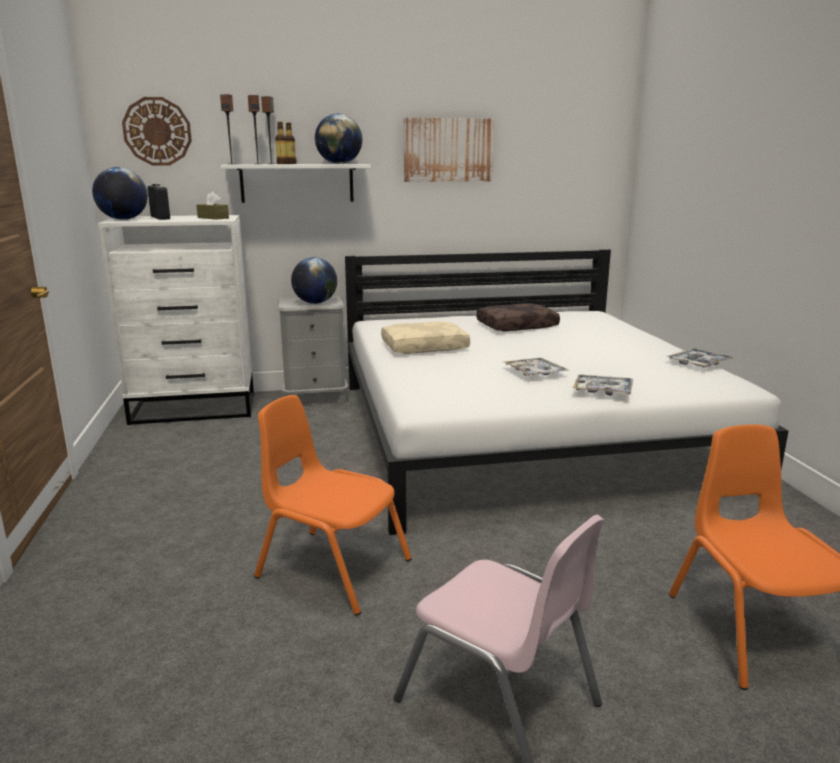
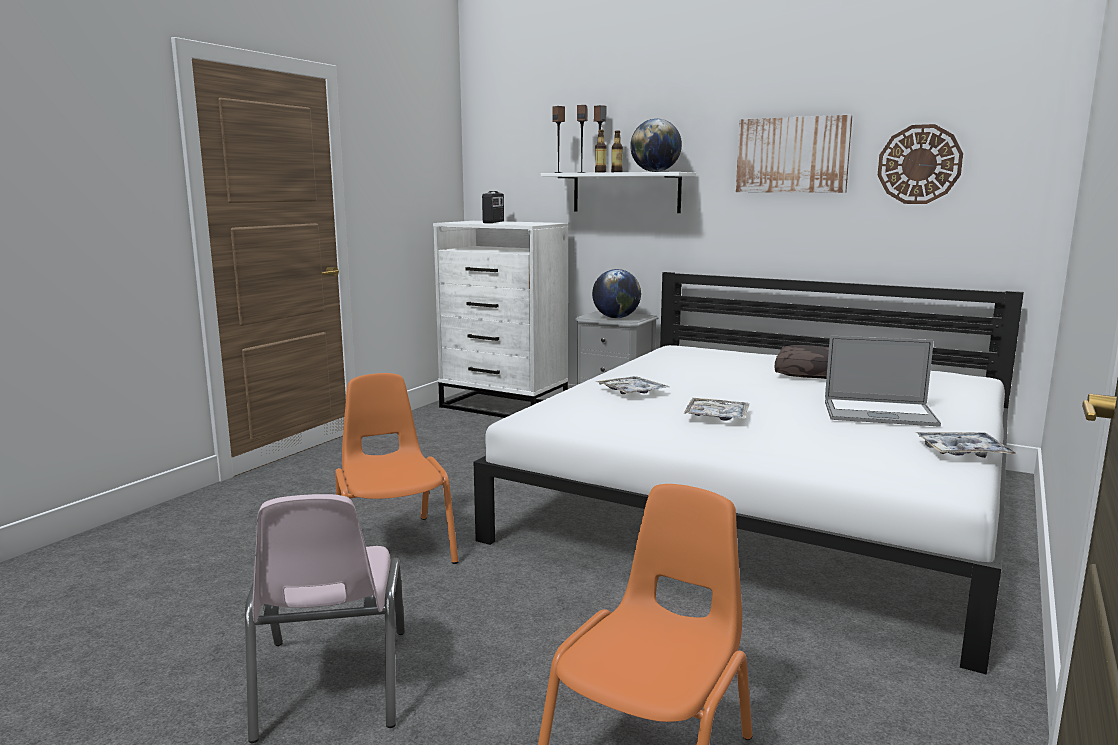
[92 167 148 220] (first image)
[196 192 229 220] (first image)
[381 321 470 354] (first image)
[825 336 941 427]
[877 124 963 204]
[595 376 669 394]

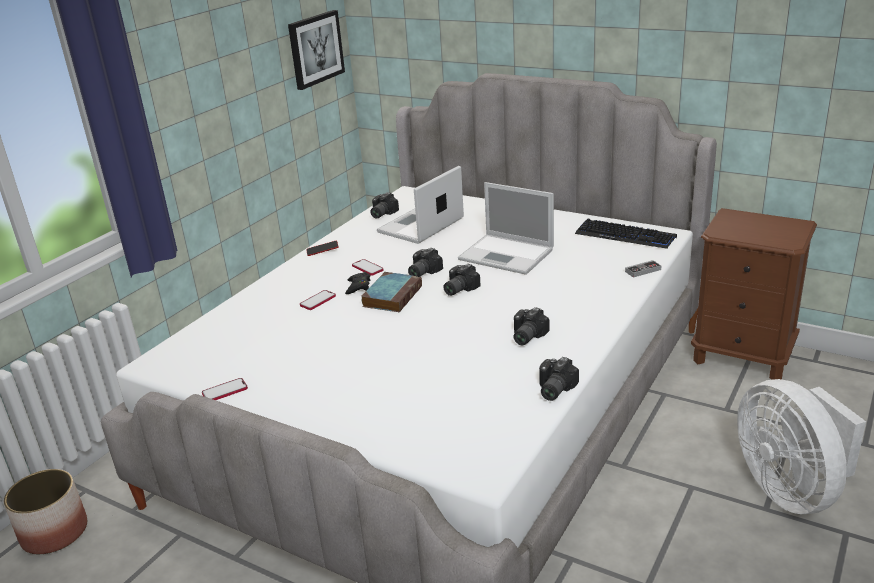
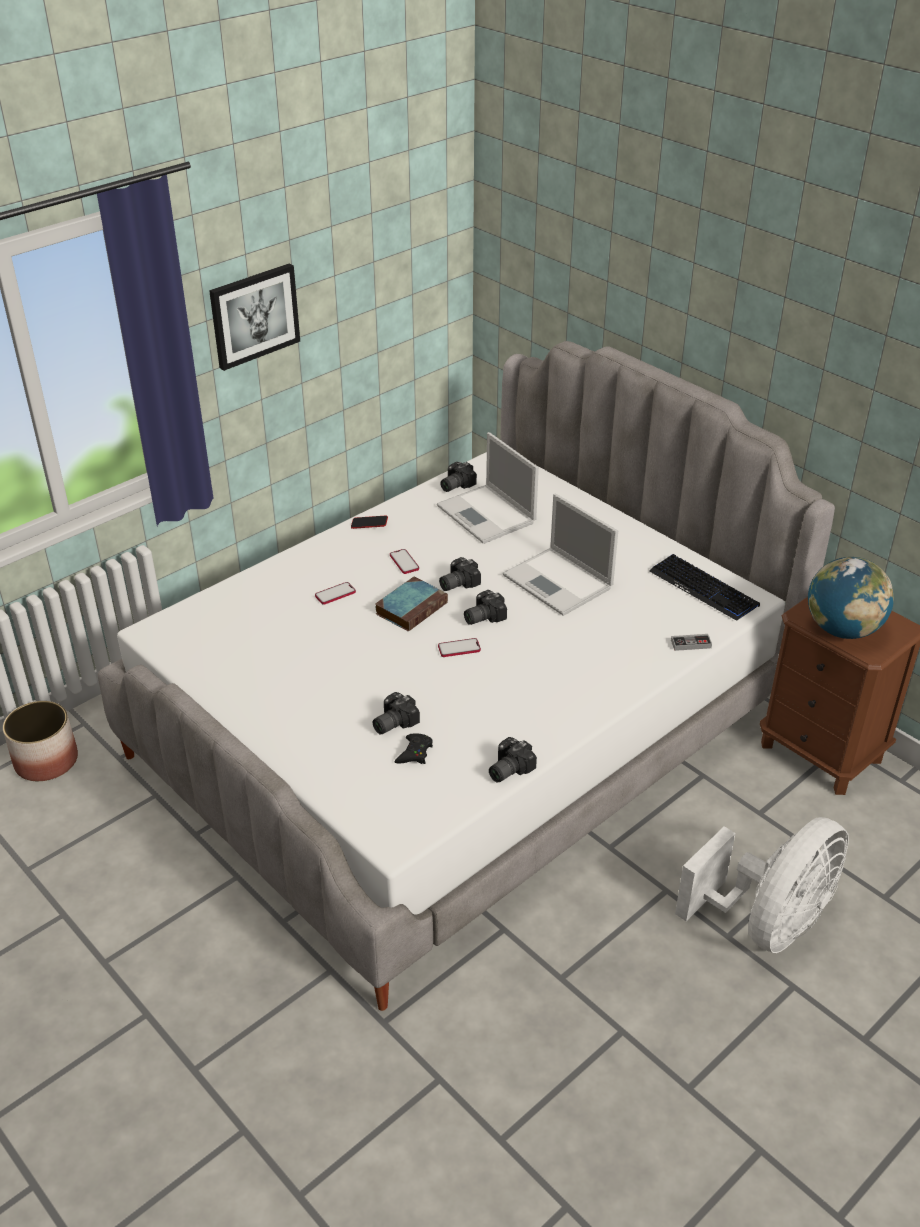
[808 557 894 639]
[438 638 481 657]
[209 263 300 371]
[395 733 433 764]
[372 692 420 735]
[437 432 539 544]
[675 817 849 953]

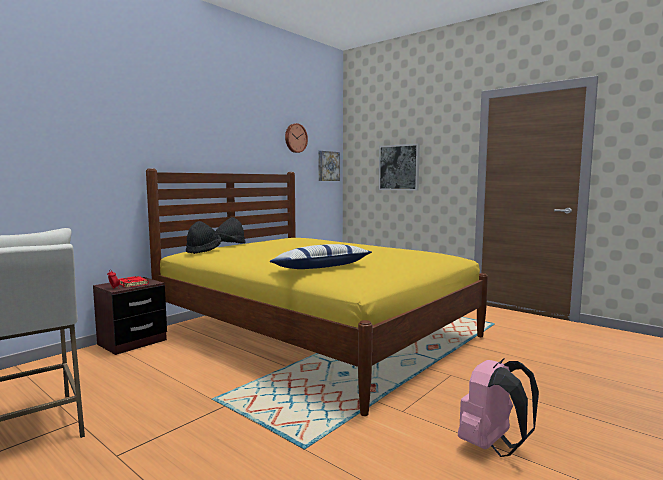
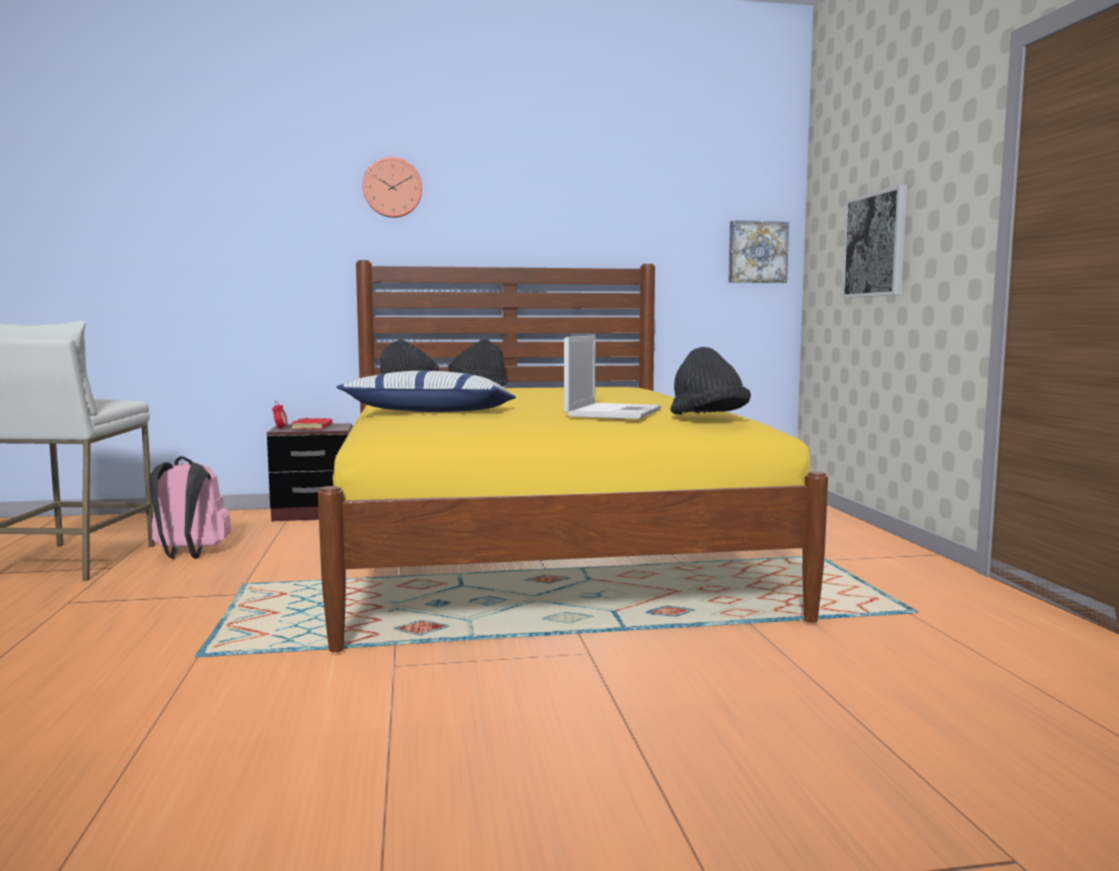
[564 336 661 419]
[671 347 751 415]
[363 157 422 218]
[149 456 231 559]

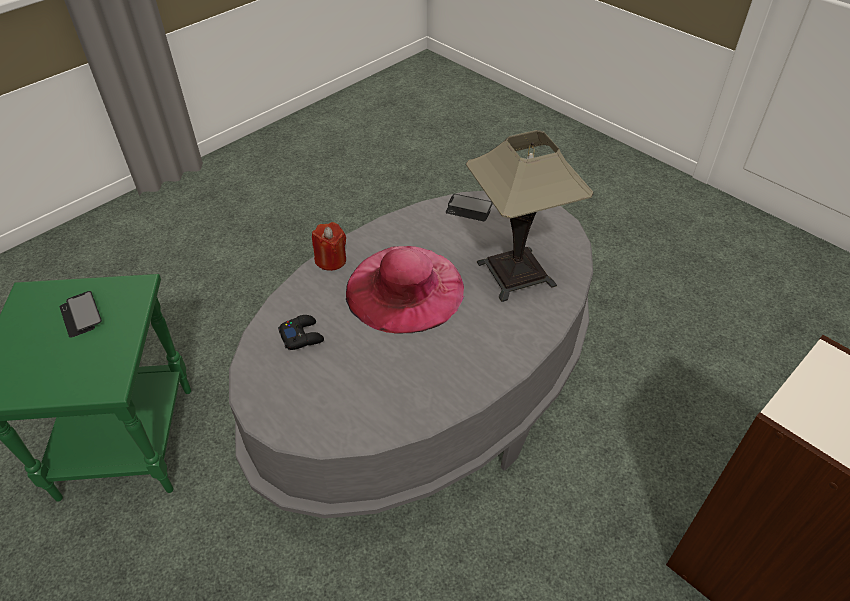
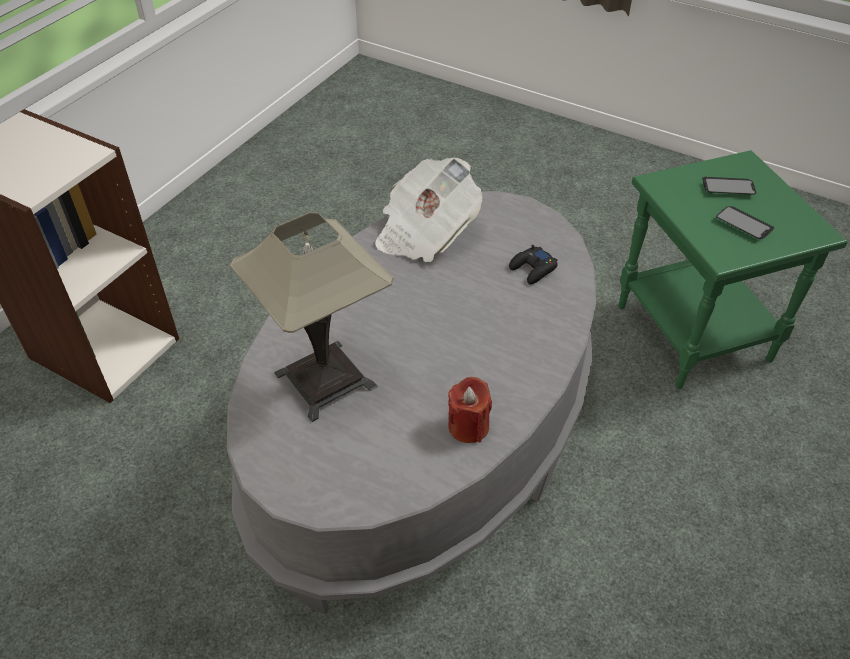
[346 246 464 334] (first image)
[375 158 482 262]
[448 377 492 443]
[702 177 756 195]

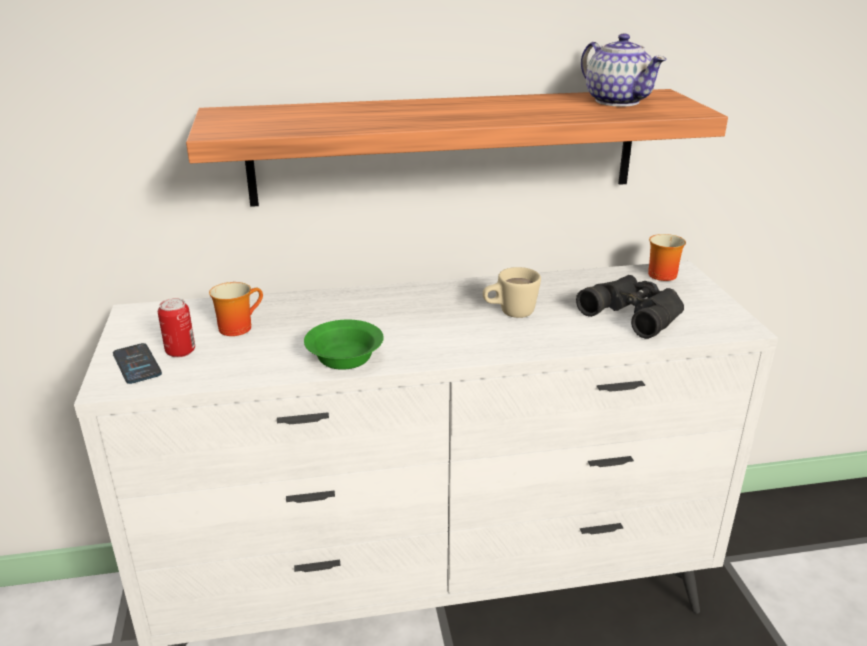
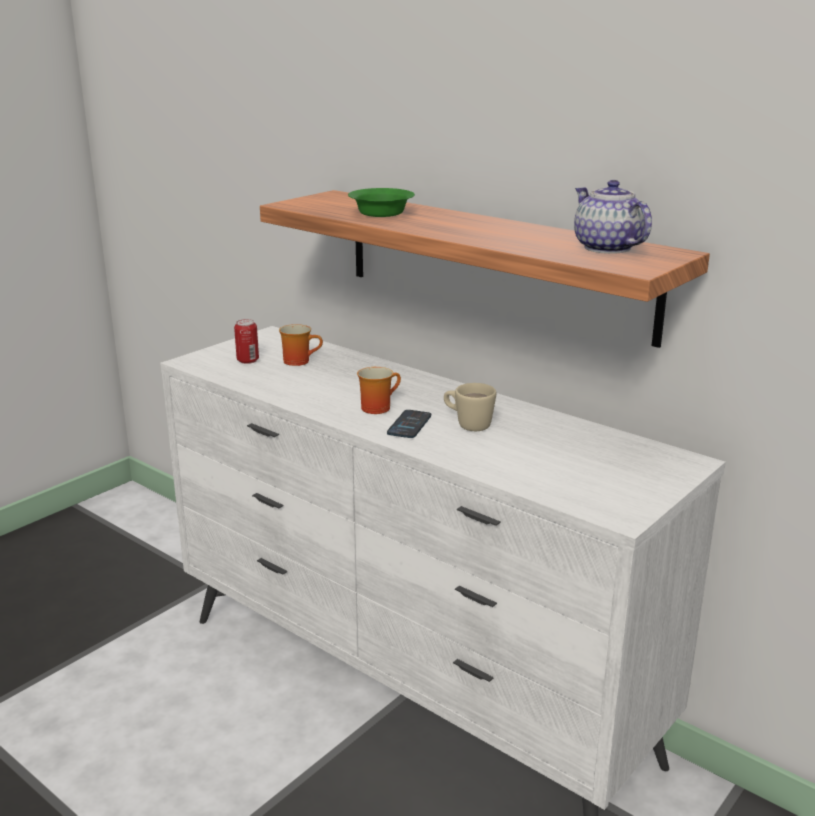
[576 275 684 339] (first image)
[387 410 431 438]
[348 188 415 217]
[357 367 401 414]
[574 180 652 254]

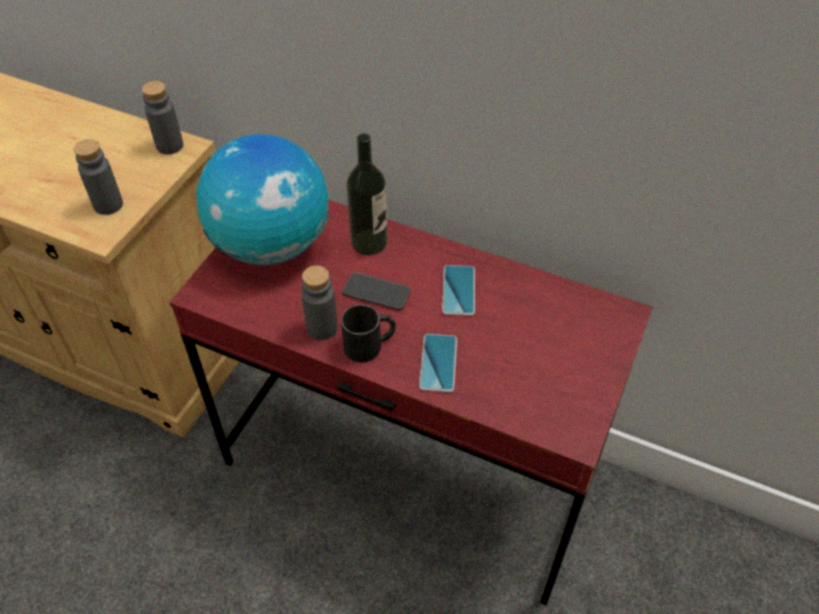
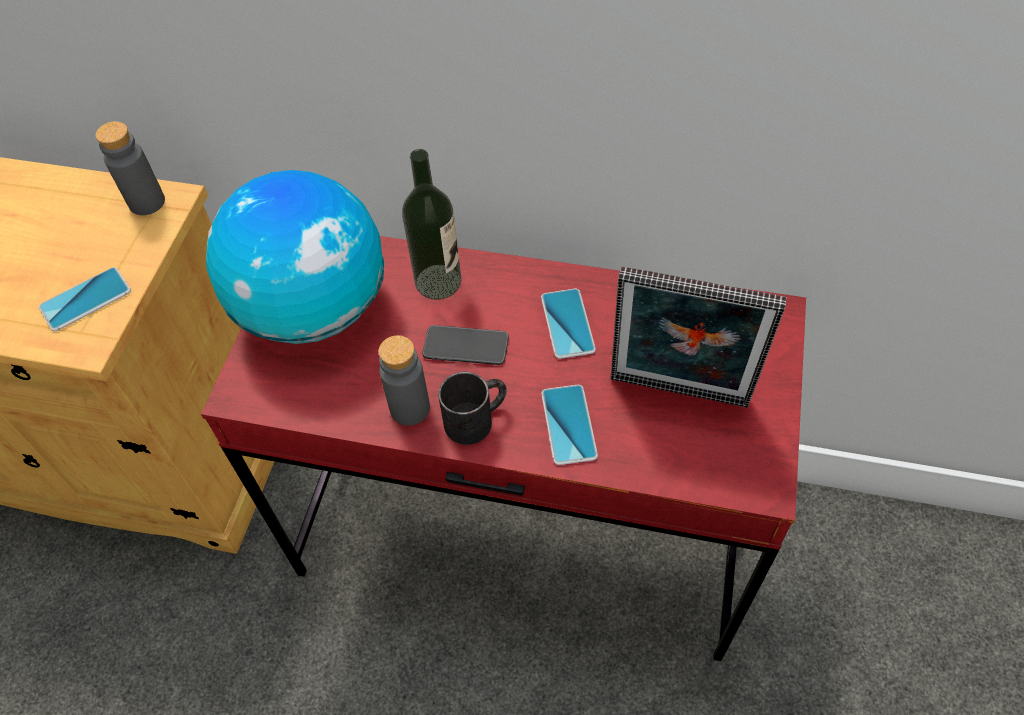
[611 267 787 407]
[39 267 131 331]

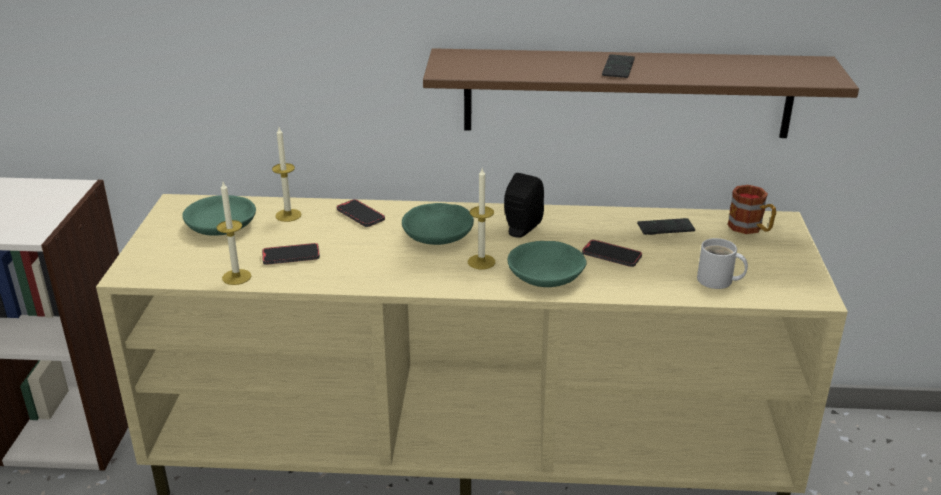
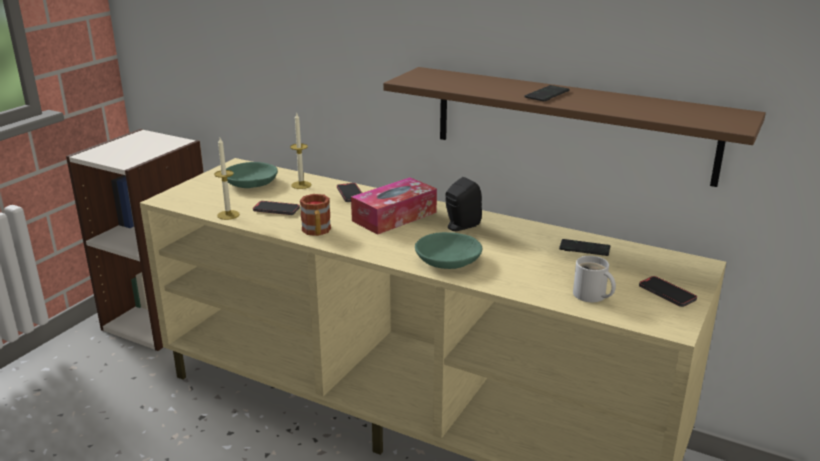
[468 168 495 269] (first image)
[639 276 697 307]
[300 194 331 236]
[351 177 437 234]

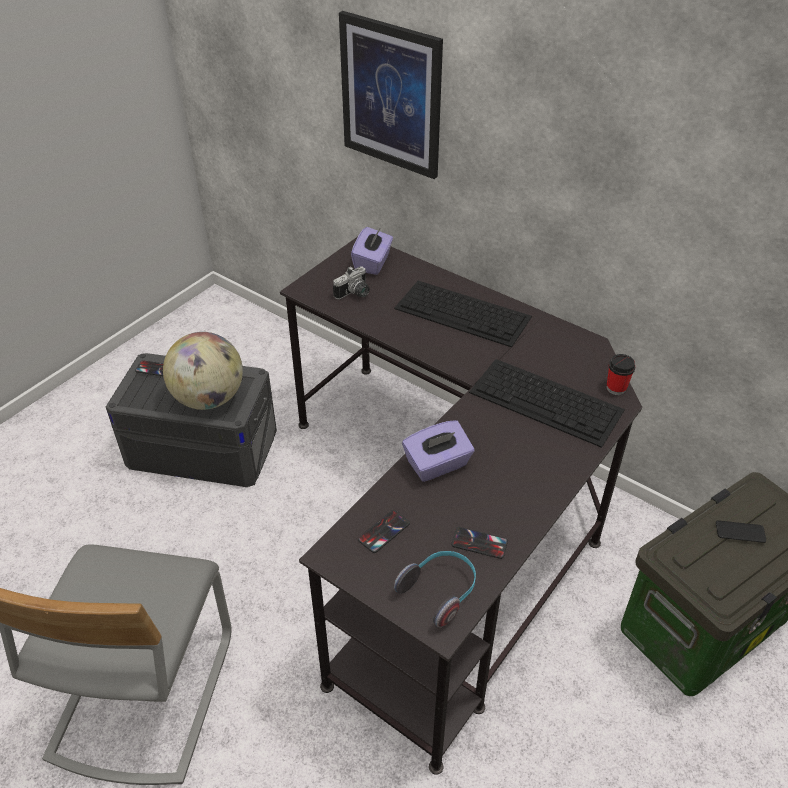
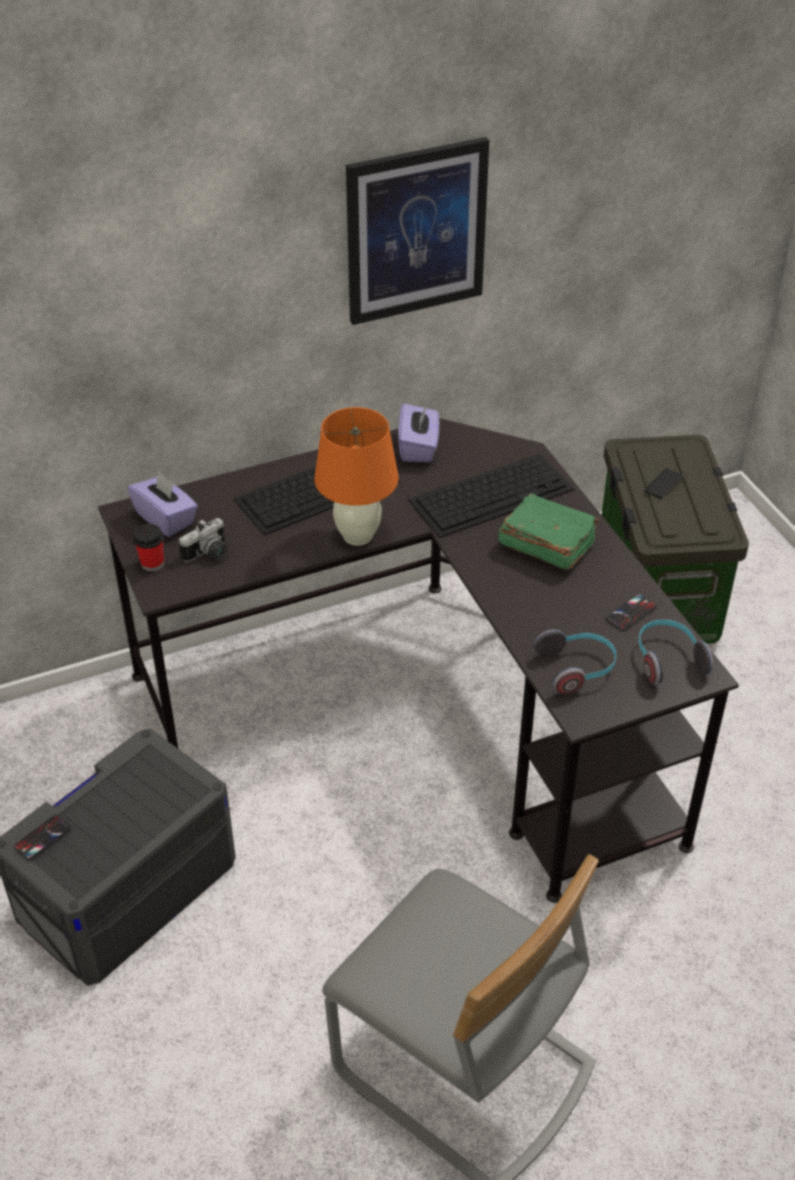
[163 332 243 410] (first image)
[314 407 399 546]
[499 493 599 570]
[346 137 489 325]
[398 403 439 462]
[133 524 164 571]
[534 630 616 694]
[179 518 228 562]

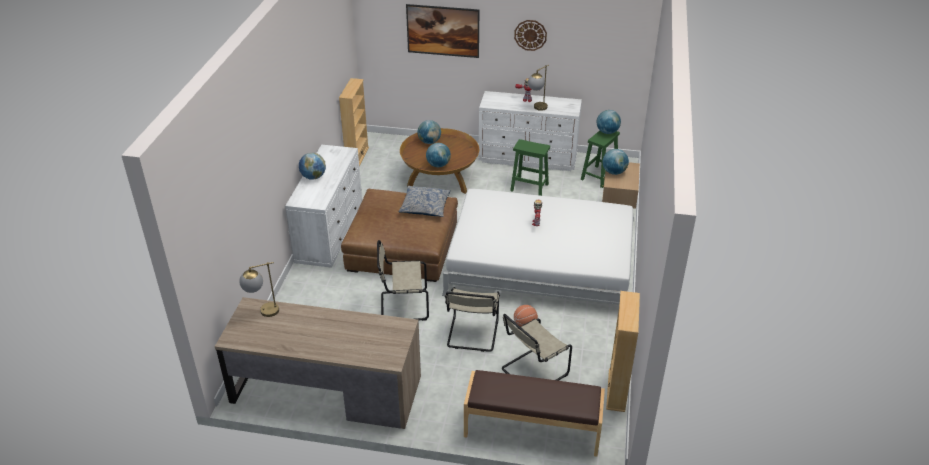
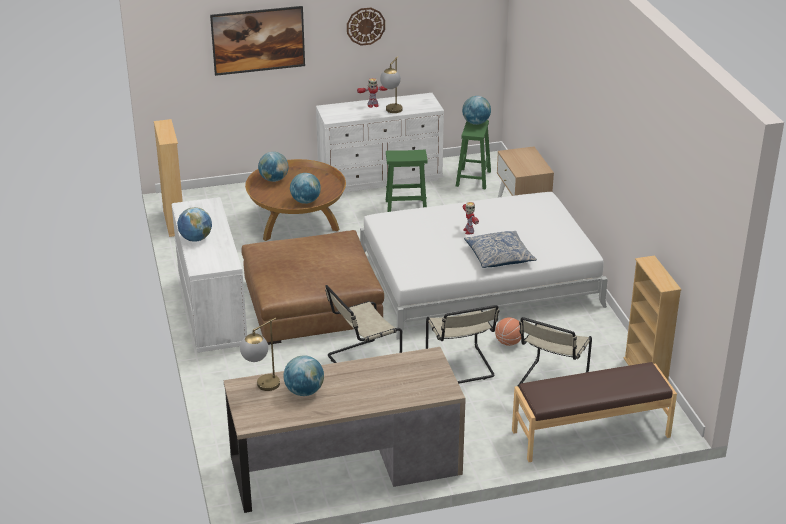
[464 231 537 268]
[283 355 324 396]

